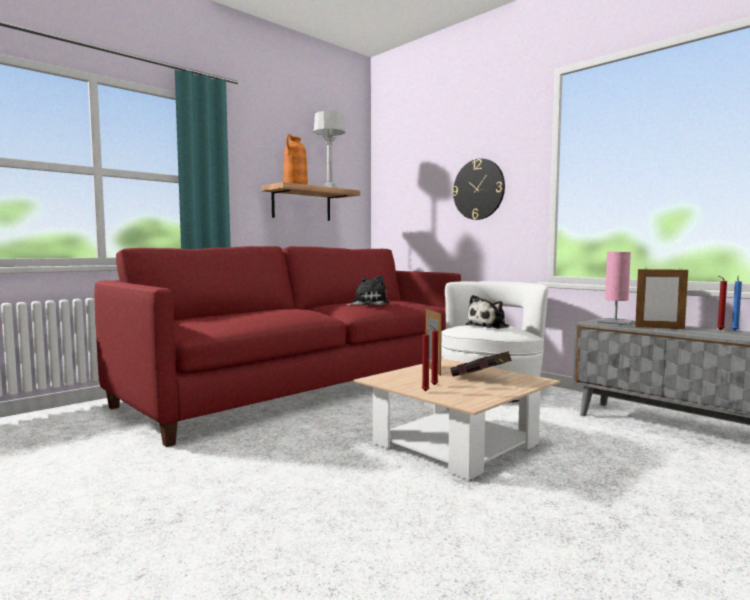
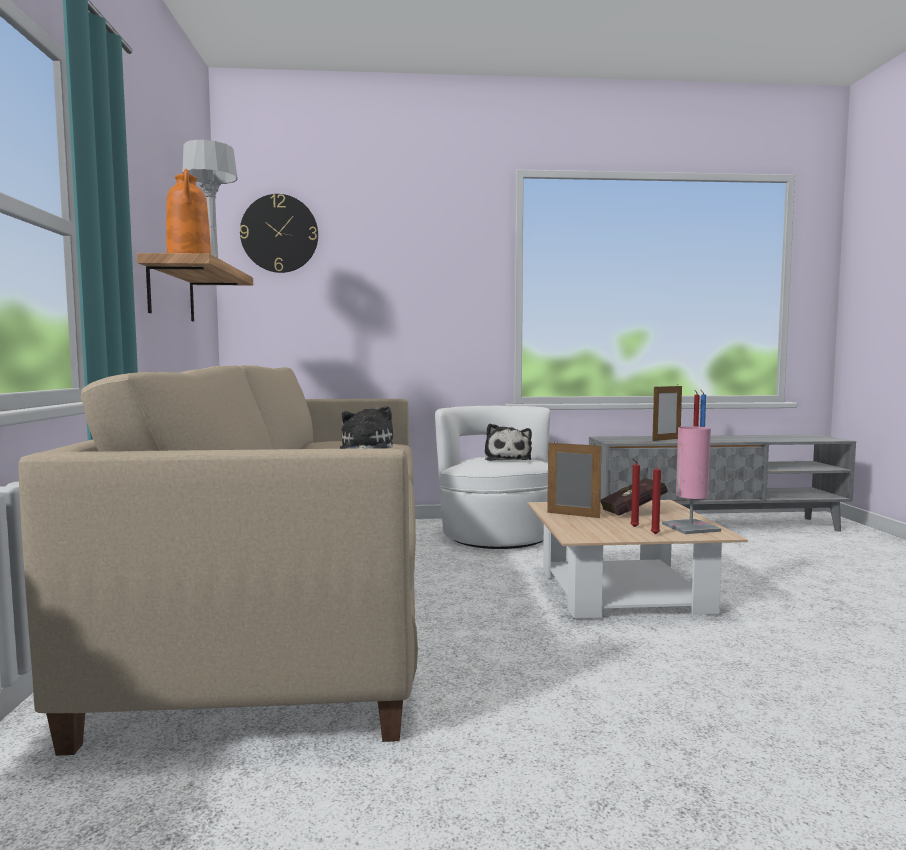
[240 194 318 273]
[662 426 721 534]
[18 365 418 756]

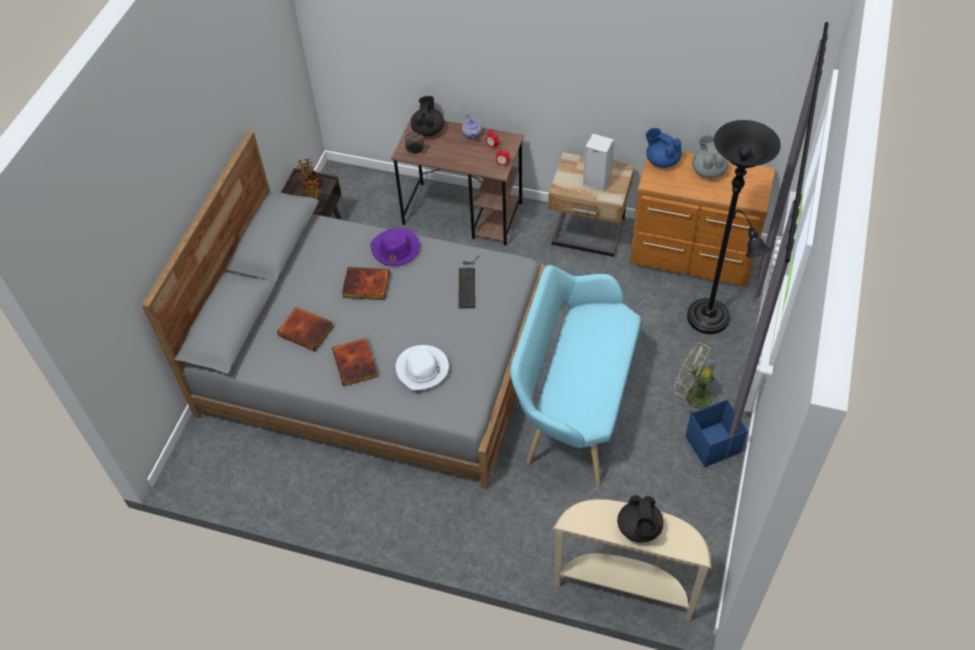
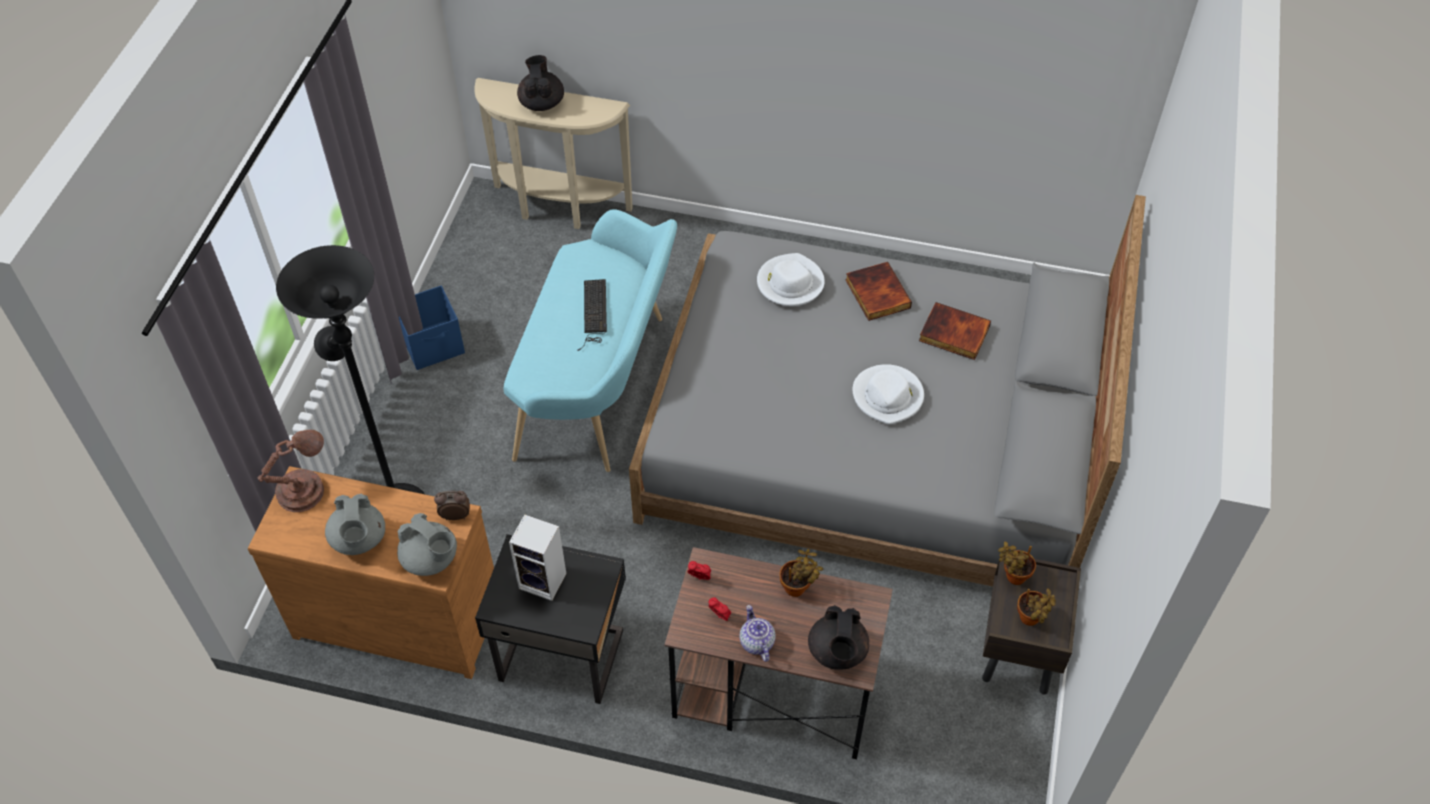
[370 228 420 266] (first image)
[674 342 715 414] (first image)
[258 430 324 512]
[779 549 823 597]
[434 491 470 520]
[577 279 607 351]
[853 364 924 424]
[475 534 626 704]
[397 513 457 576]

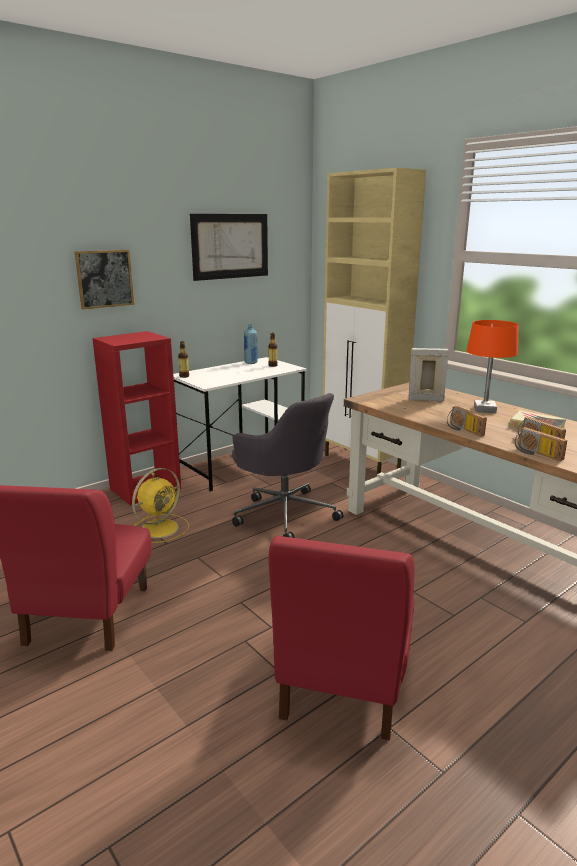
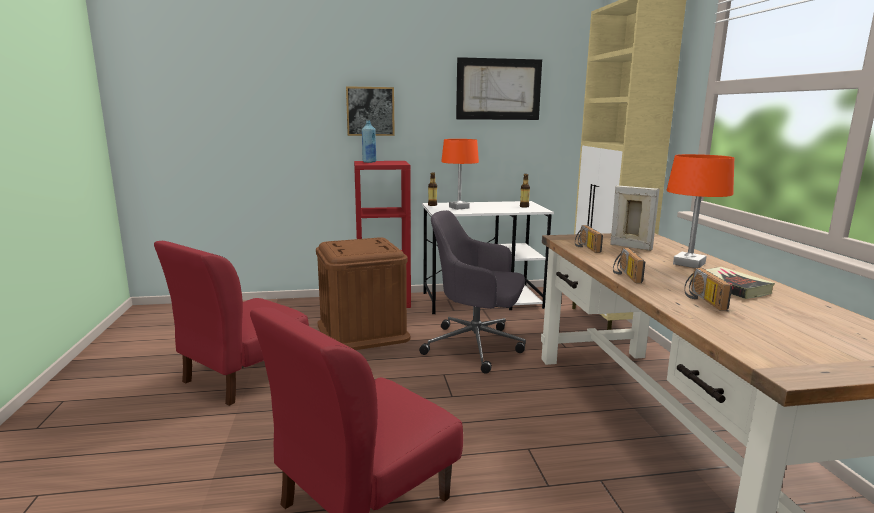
[441 139 479 210]
[362 120 376 163]
[575 225 603 253]
[316 237 410 350]
[419 210 526 374]

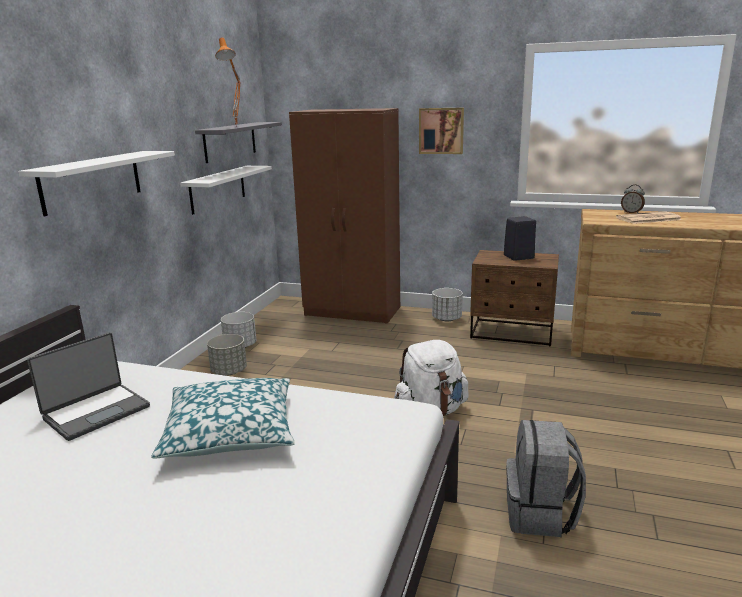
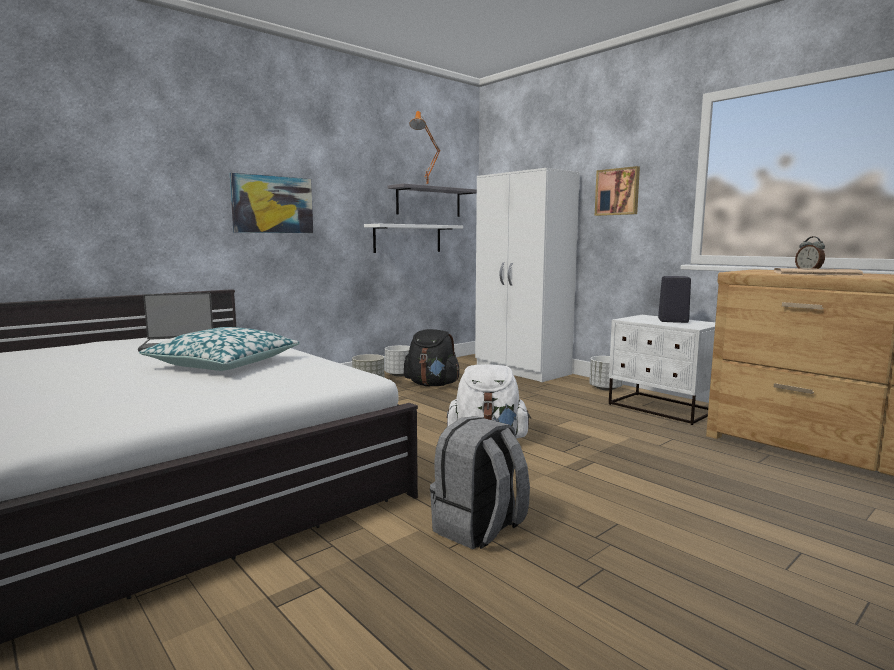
[404 329 460 386]
[230 173 313 233]
[475 168 580 382]
[609 315 715 425]

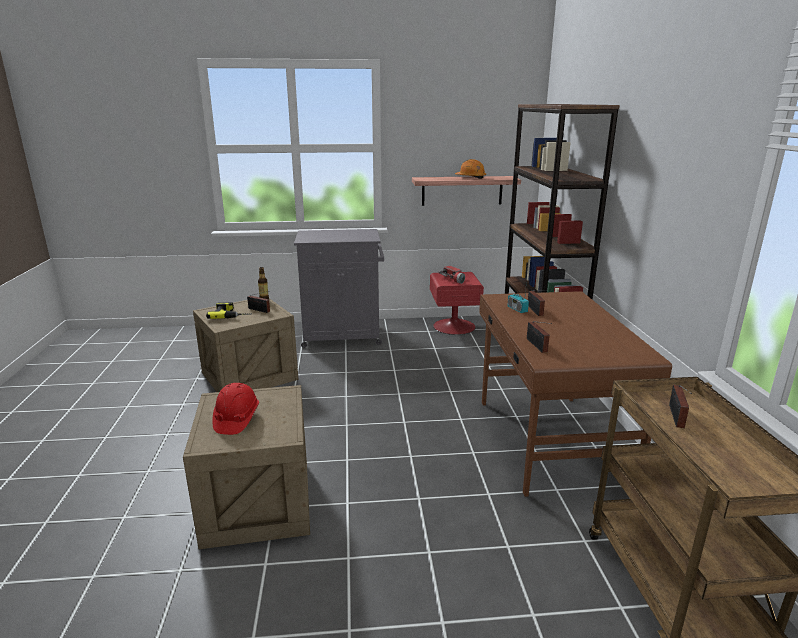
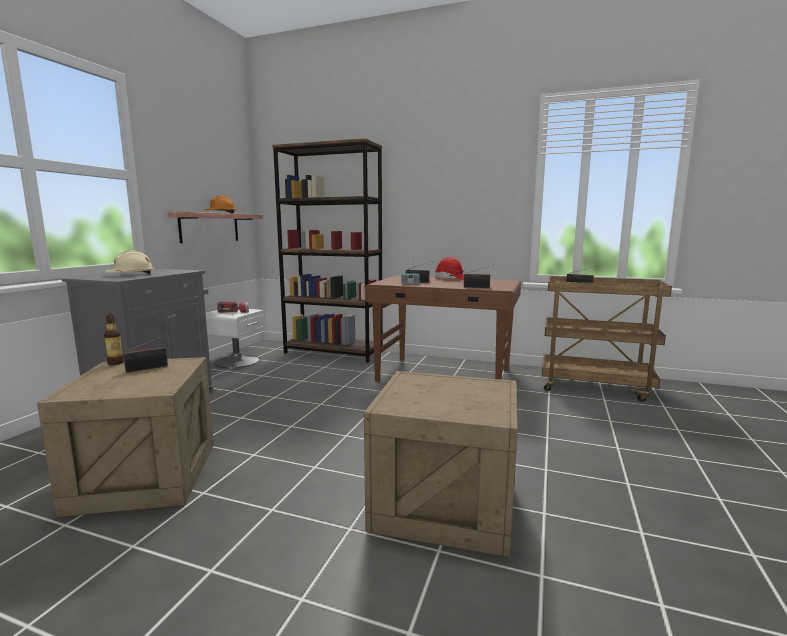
[206 302 252 319] (first image)
[106 250 155 274]
[435 257 464 280]
[206 309 266 368]

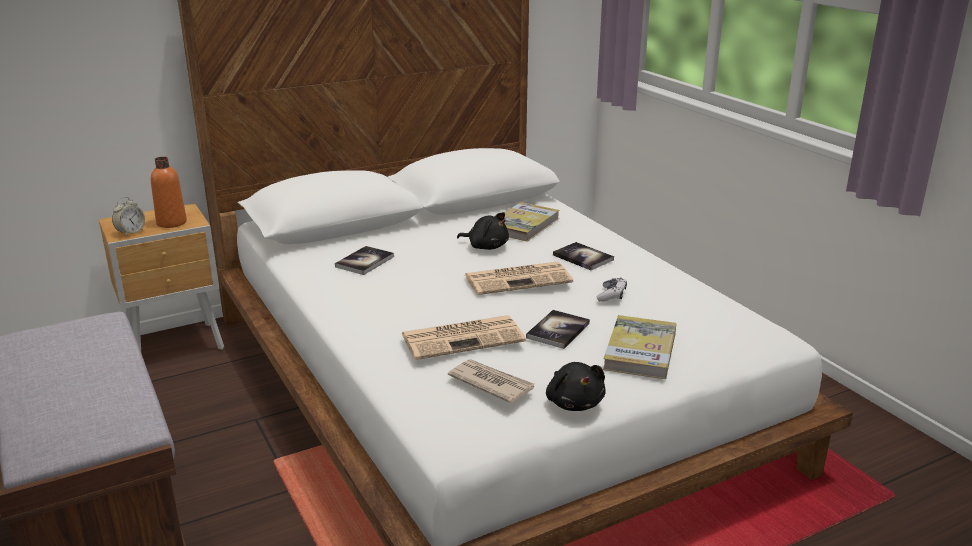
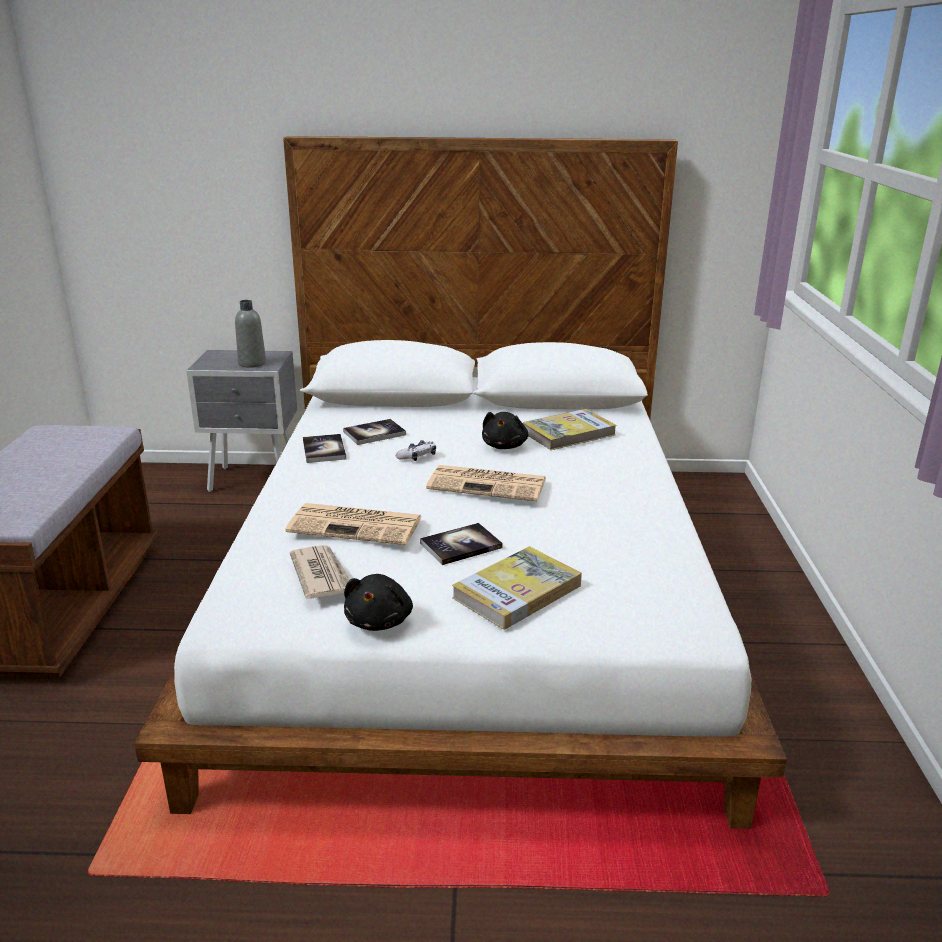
[112 197 145 237] (first image)
[303 434 346 463]
[395 440 436 461]
[186 350 297 492]
[235 300 266 368]
[482 412 528 449]

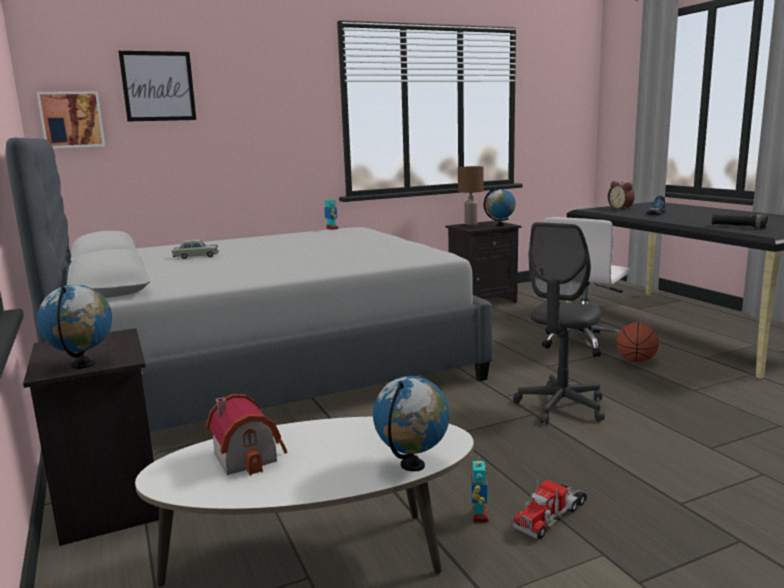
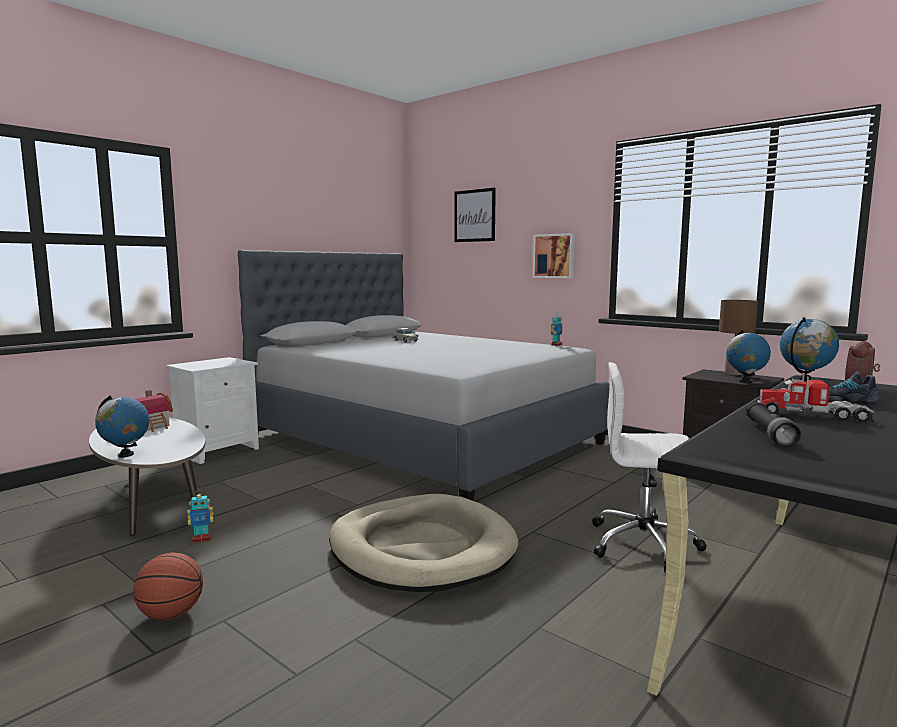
[533 233 575 278]
[780 317 839 382]
[757 373 874 422]
[133 553 203 620]
[329 494 518 592]
[165 357 259 464]

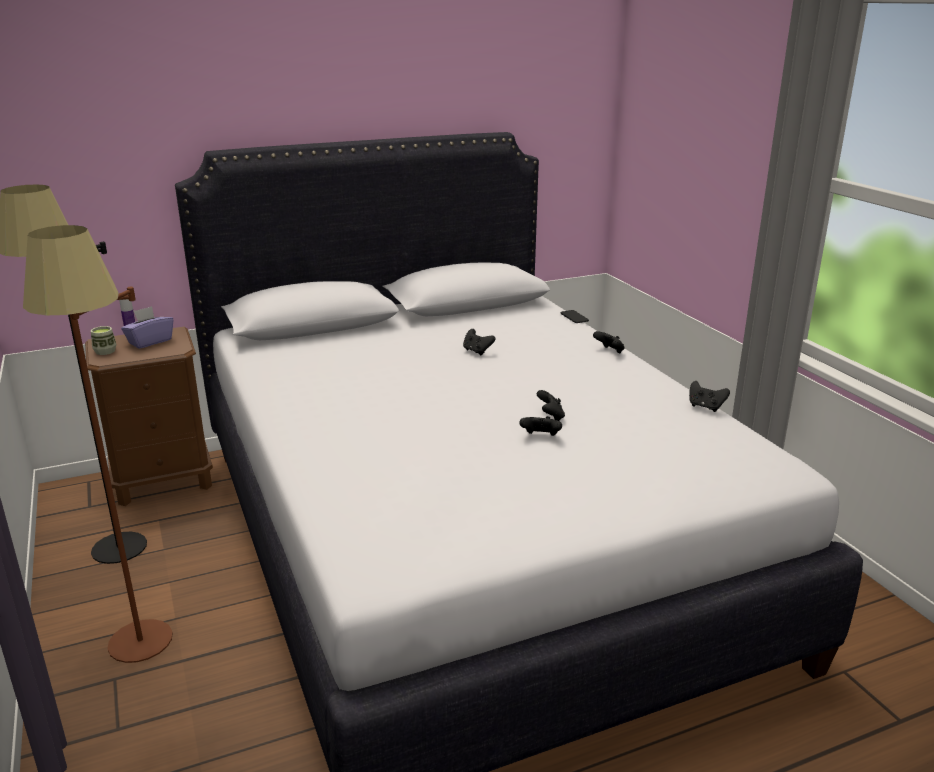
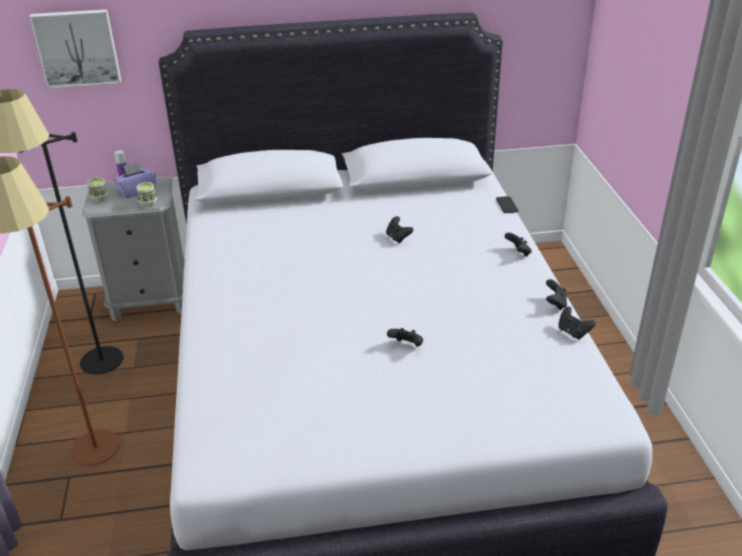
[29 9 121 89]
[137 182 157 207]
[546 279 567 310]
[82 176 185 321]

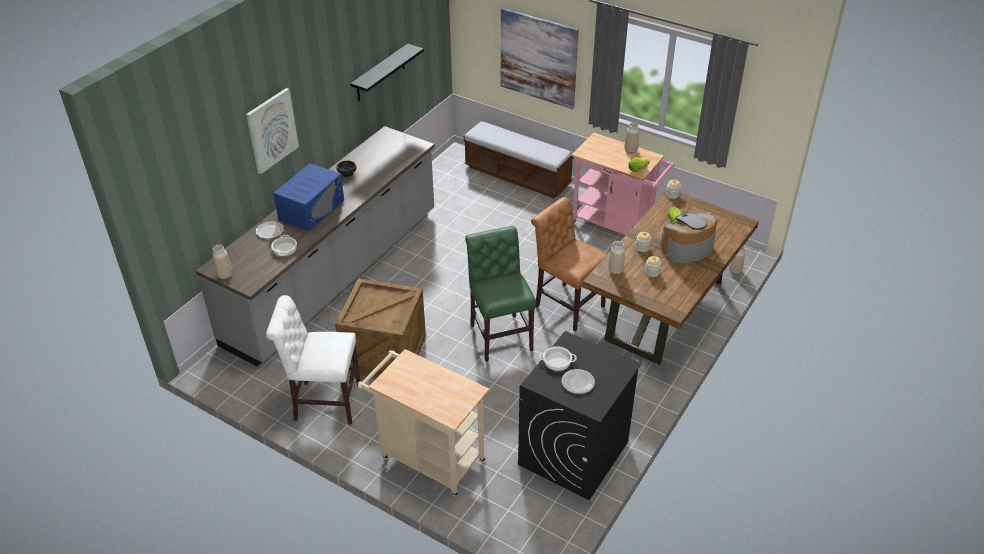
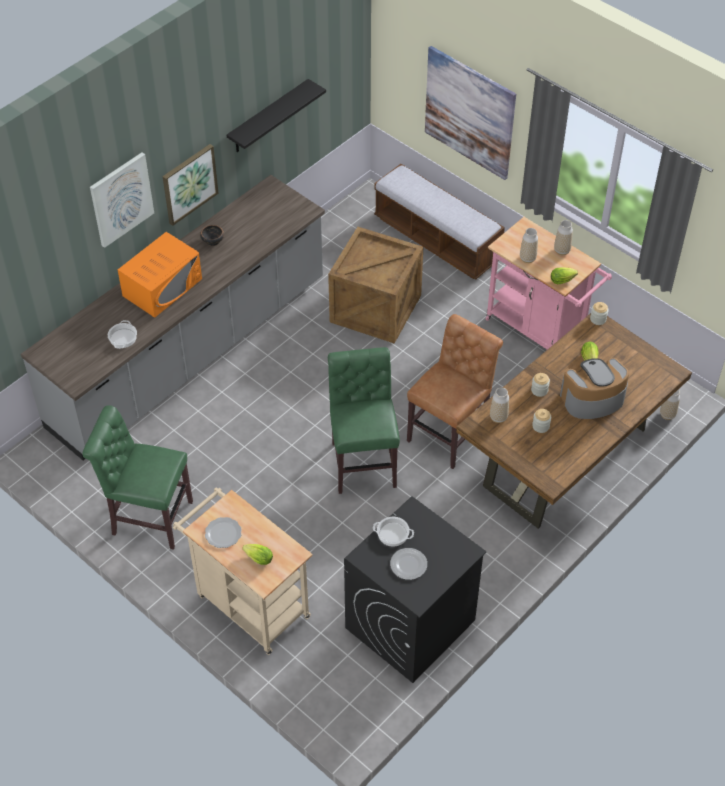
[162 144 219 226]
[242 544 273 565]
[520 228 538 263]
[205 517 242 548]
[328 227 423 344]
[82 405 193 550]
[118 232 202 318]
[407 314 503 469]

